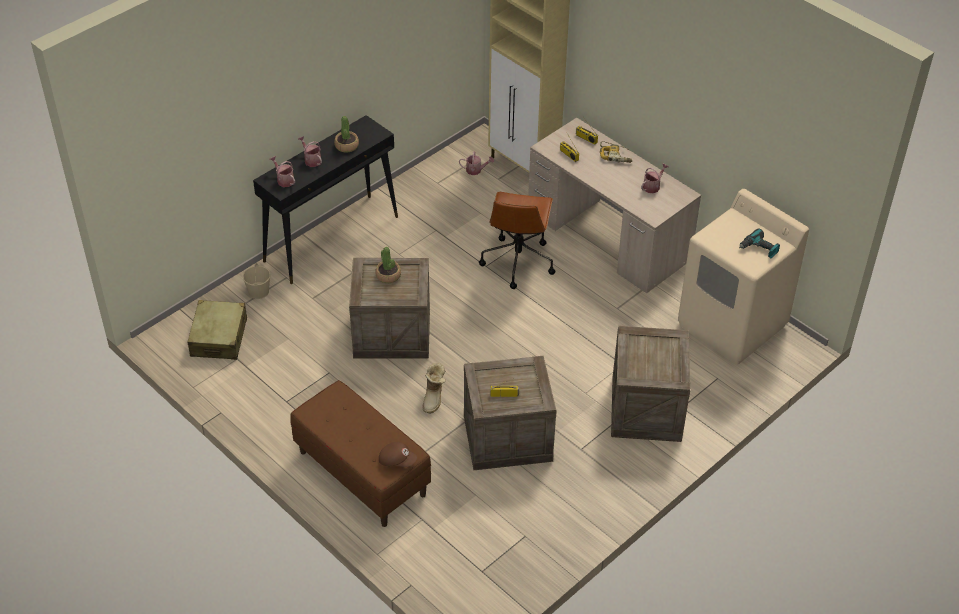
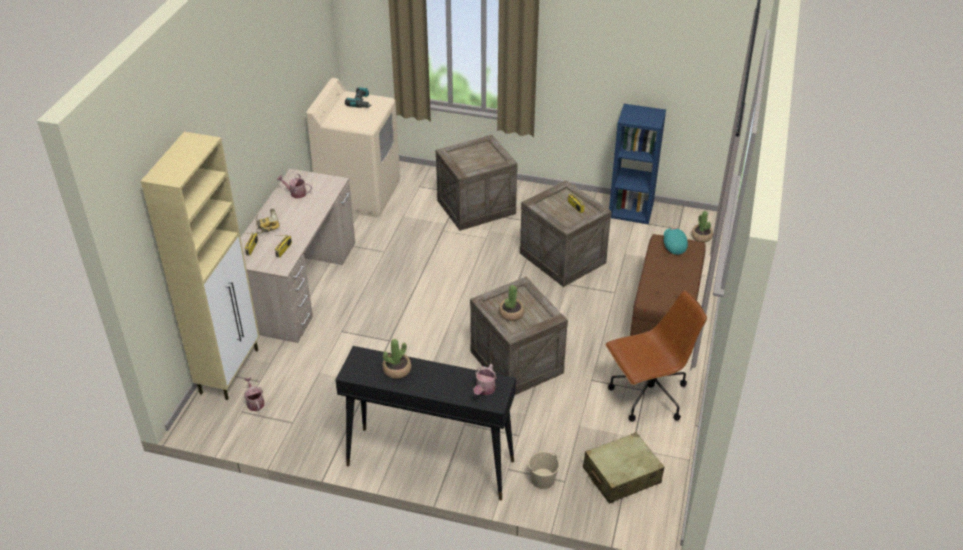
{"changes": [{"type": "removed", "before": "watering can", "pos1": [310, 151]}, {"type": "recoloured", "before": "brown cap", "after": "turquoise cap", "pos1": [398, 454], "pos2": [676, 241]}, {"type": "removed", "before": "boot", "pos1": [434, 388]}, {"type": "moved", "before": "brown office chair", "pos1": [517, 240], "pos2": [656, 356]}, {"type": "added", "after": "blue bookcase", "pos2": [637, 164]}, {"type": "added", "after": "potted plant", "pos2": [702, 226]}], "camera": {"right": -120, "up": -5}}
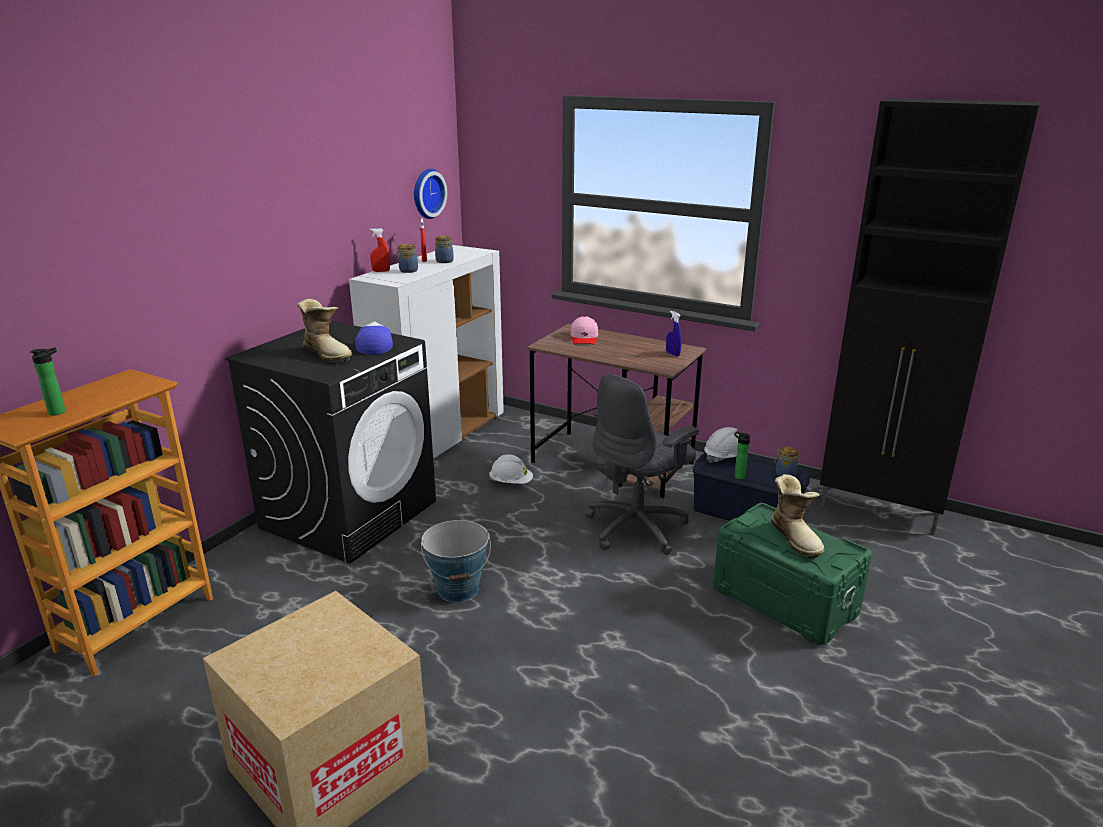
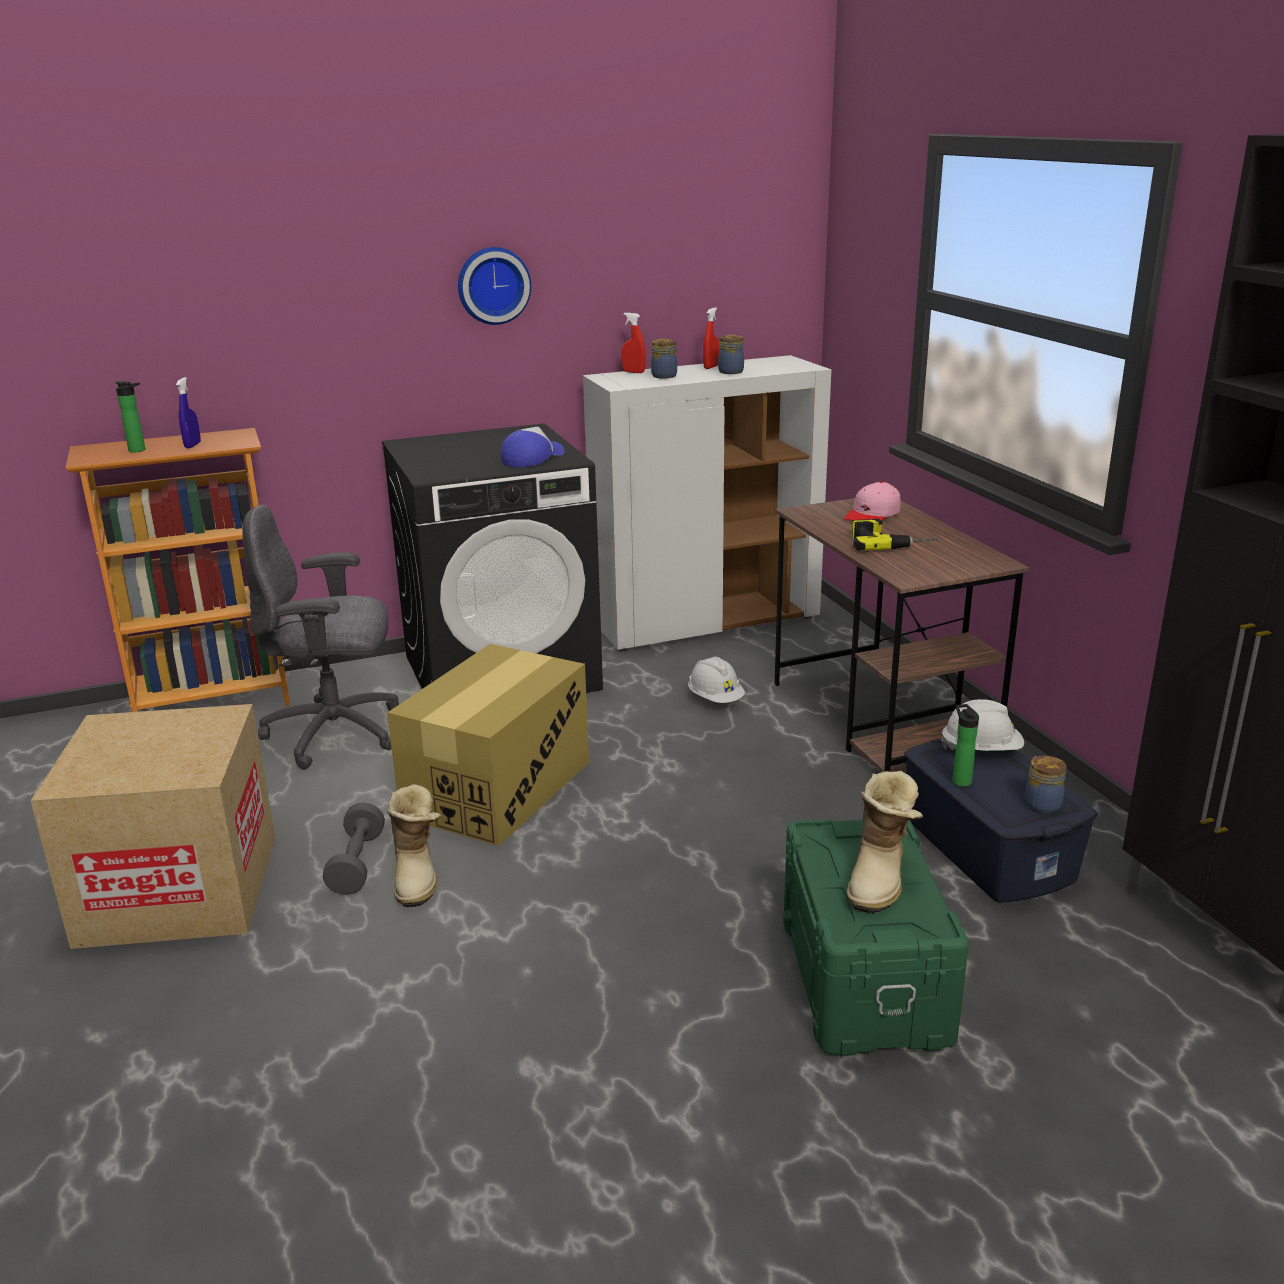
{"changes": [{"type": "moved", "before": "boot", "pos1": [324, 331], "pos2": [414, 845]}, {"type": "moved", "before": "wall clock", "pos1": [430, 194], "pos2": [494, 286]}, {"type": "replaced", "before": "bucket", "after": "cardboard box", "pos1": [456, 561], "pos2": [488, 745]}, {"type": "moved", "before": "grey office chair", "pos1": [642, 464], "pos2": [320, 637]}, {"type": "moved", "before": "blue spray bottle", "pos1": [674, 334], "pos2": [188, 412]}, {"type": "added", "after": "grey dumbbell", "pos2": [354, 848]}, {"type": "added", "after": "power drill", "pos2": [895, 535]}], "camera": {"right": 40, "up": 0}}
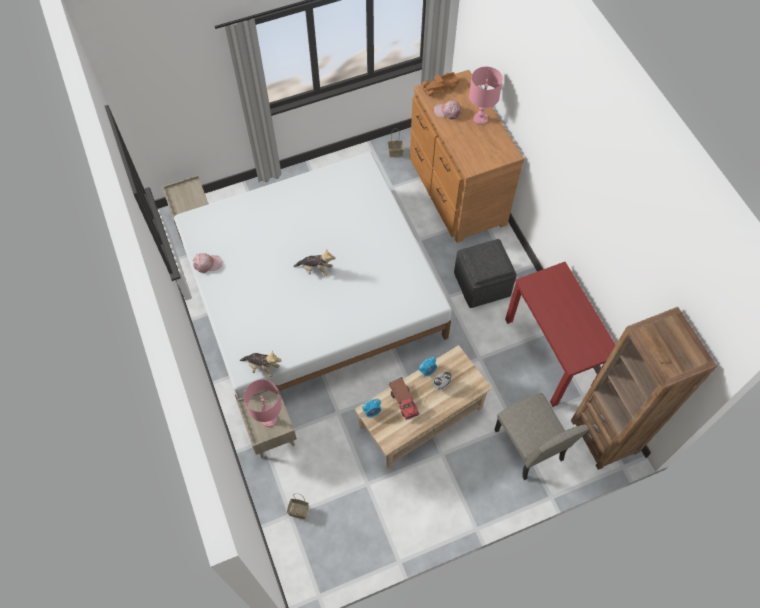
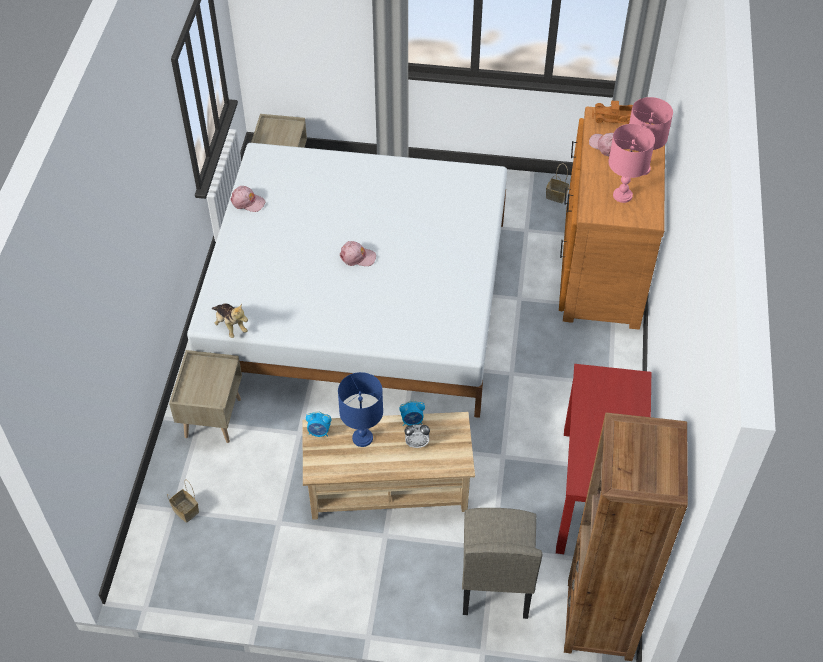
{"changes": [{"type": "moved", "before": "pink table lamp", "pos1": [263, 403], "pos2": [631, 163]}, {"type": "replaced", "before": "plush toy", "after": "pink cap", "pos1": [314, 263], "pos2": [358, 253]}, {"type": "replaced", "before": "toy truck", "after": "blue table lamp", "pos1": [404, 398], "pos2": [360, 409]}, {"type": "removed", "before": "grey ottoman", "pos1": [485, 273]}], "camera": {"right": 30, "up": -10}}
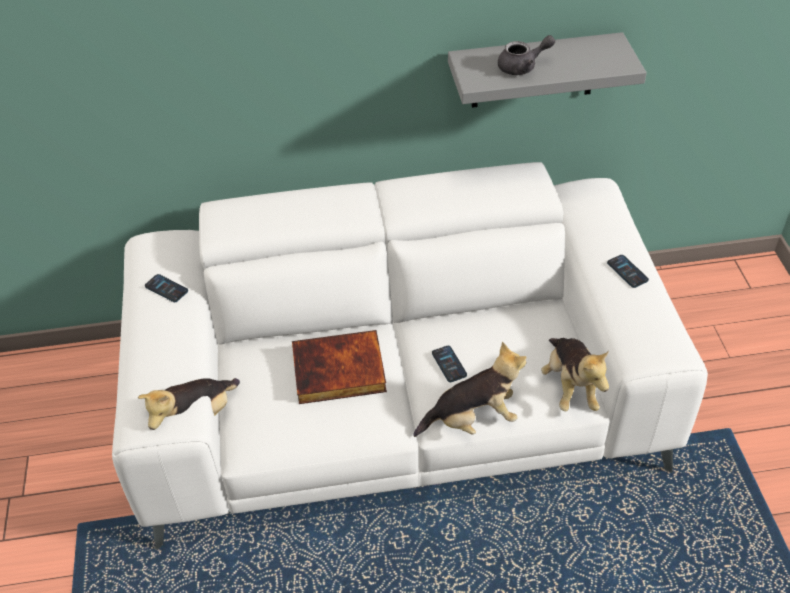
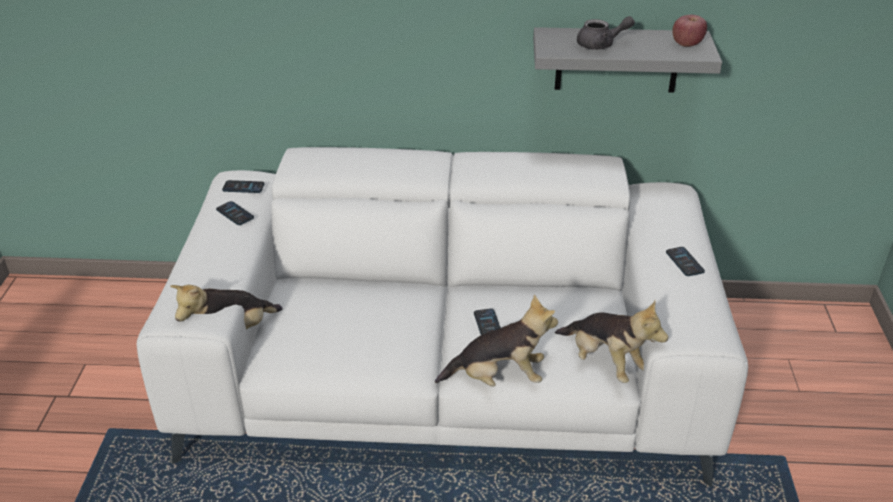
{"changes": [{"type": "removed", "before": "book", "pos1": [339, 367]}, {"type": "turned", "before": "plush toy", "pos1": [575, 374], "pos2": [611, 342], "turn": -45}, {"type": "added", "after": "phone", "pos2": [243, 186]}, {"type": "added", "after": "apple", "pos2": [689, 31]}], "camera": {"right": 10, "up": -10}}
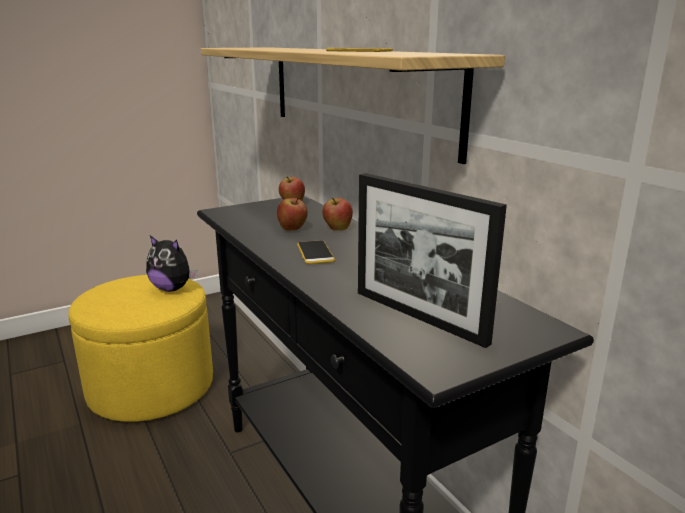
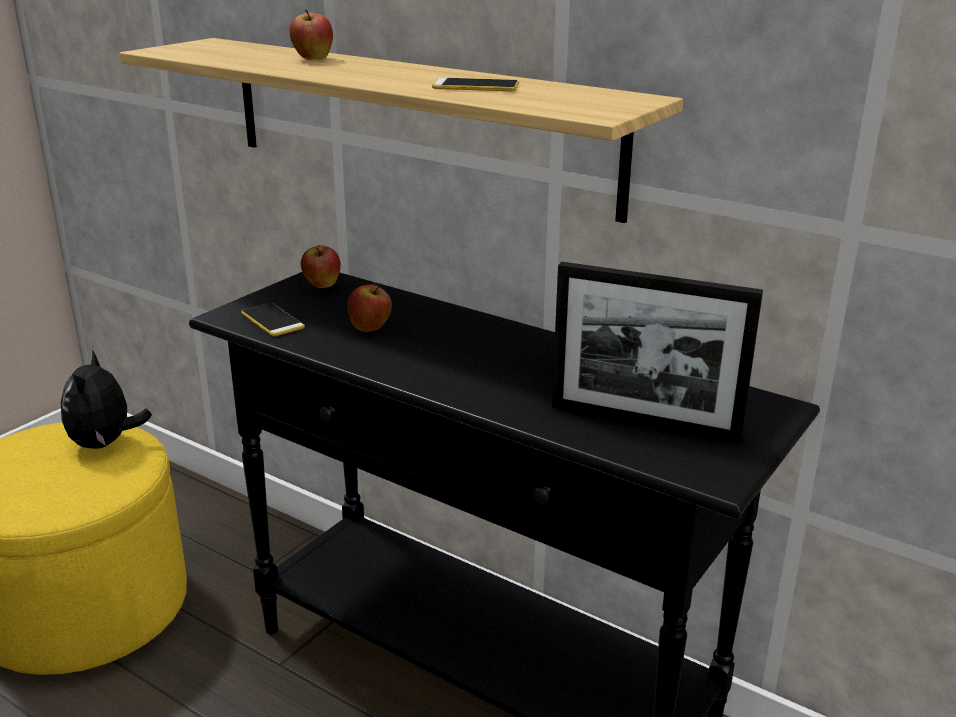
{"changes": [{"type": "turned", "before": "plush toy", "pos1": [172, 263], "pos2": [106, 399], "turn": 90}, {"type": "moved", "before": "phone", "pos1": [316, 252], "pos2": [273, 319]}, {"type": "moved", "before": "apple", "pos1": [338, 214], "pos2": [311, 34]}], "camera": {"right": -25, "up": 5}}
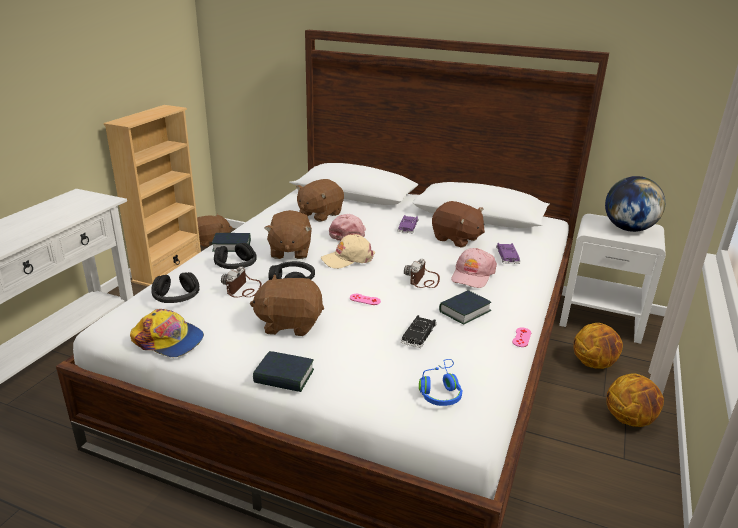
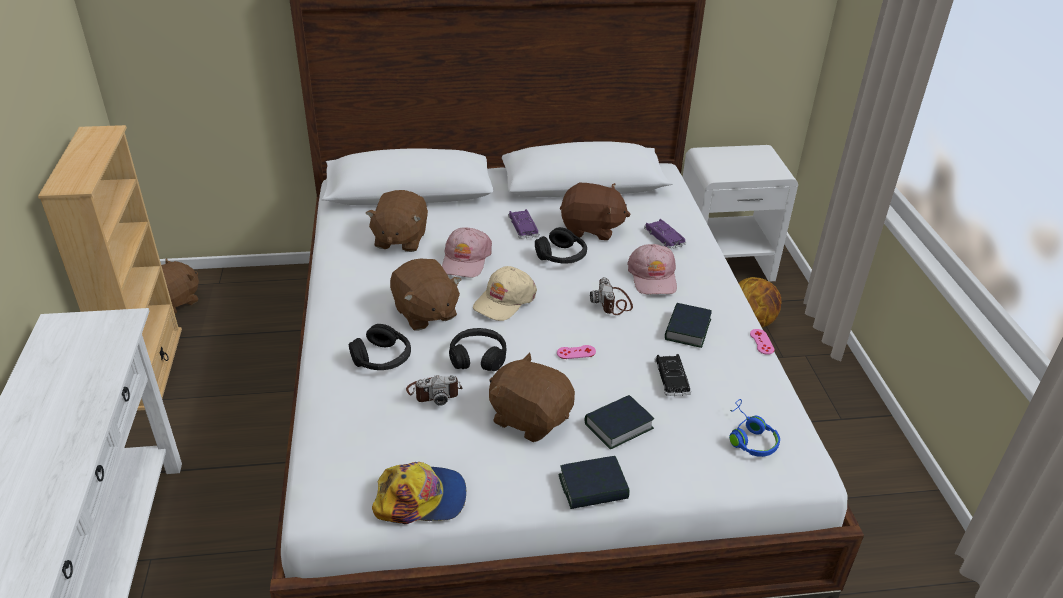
{"changes": [{"type": "moved", "before": "black headphones", "pos1": [175, 287], "pos2": [561, 245]}, {"type": "moved", "before": "book", "pos1": [231, 242], "pos2": [619, 422]}, {"type": "turned", "before": "photo camera", "pos1": [241, 282], "pos2": [434, 390], "turn": -90}, {"type": "turned", "before": "brown plush toy", "pos1": [287, 305], "pos2": [532, 397], "turn": 60}, {"type": "turned", "before": "pink cap", "pos1": [347, 227], "pos2": [467, 252], "turn": -150}, {"type": "removed", "before": "globe", "pos1": [635, 204]}, {"type": "removed", "before": "basketball", "pos1": [635, 400]}], "camera": {"right": -30, "up": 10}}
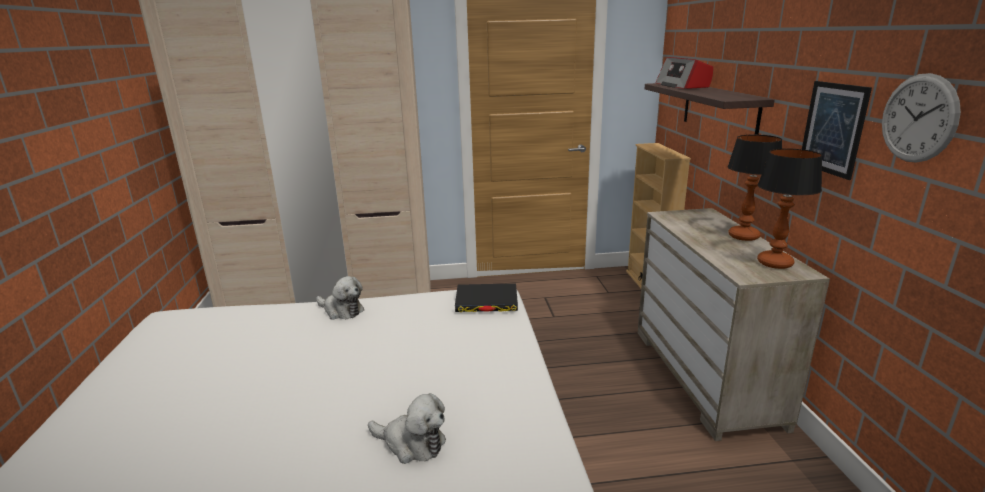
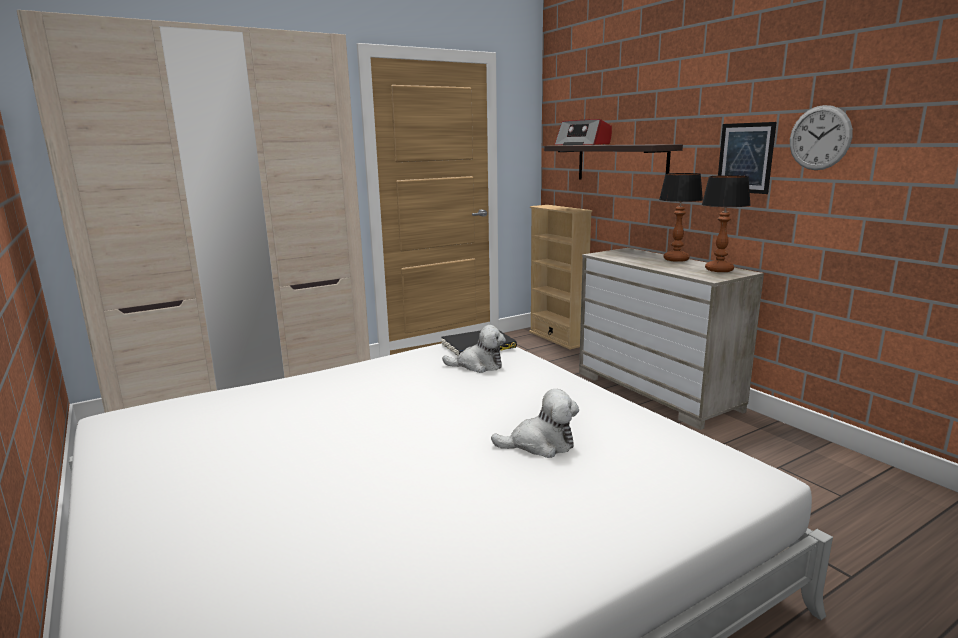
{"changes": [{"type": "moved", "before": "plush toy", "pos1": [340, 298], "pos2": [474, 349]}], "camera": {"right": -25, "up": -5}}
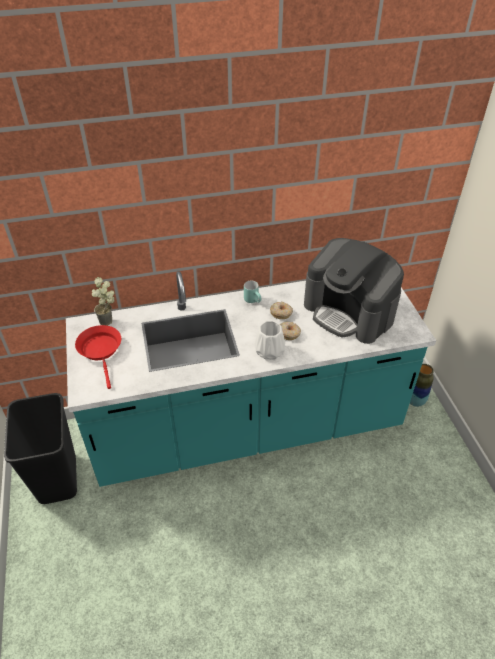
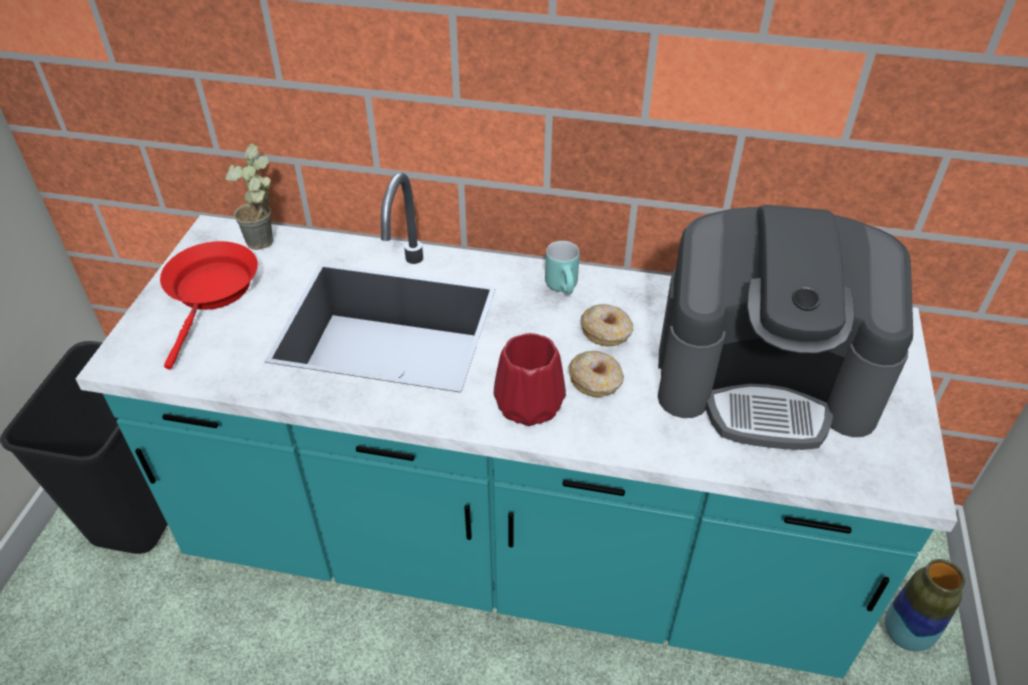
{"changes": [{"type": "recoloured", "before": "white vase", "after": "red vase", "pos1": [270, 340], "pos2": [530, 379]}, {"type": "turned", "before": "coffee machine", "pos1": [354, 291], "pos2": [785, 327], "turn": -60}], "camera": {"right": 25, "up": 0}}
